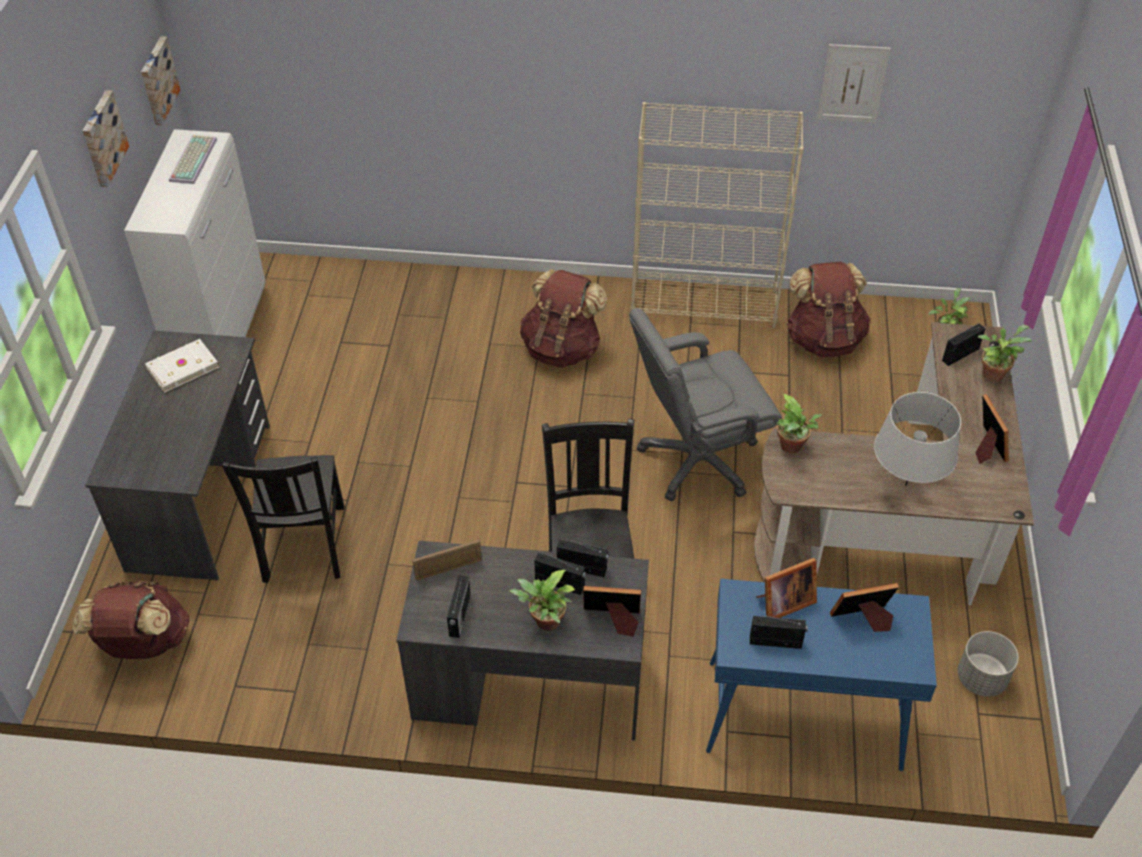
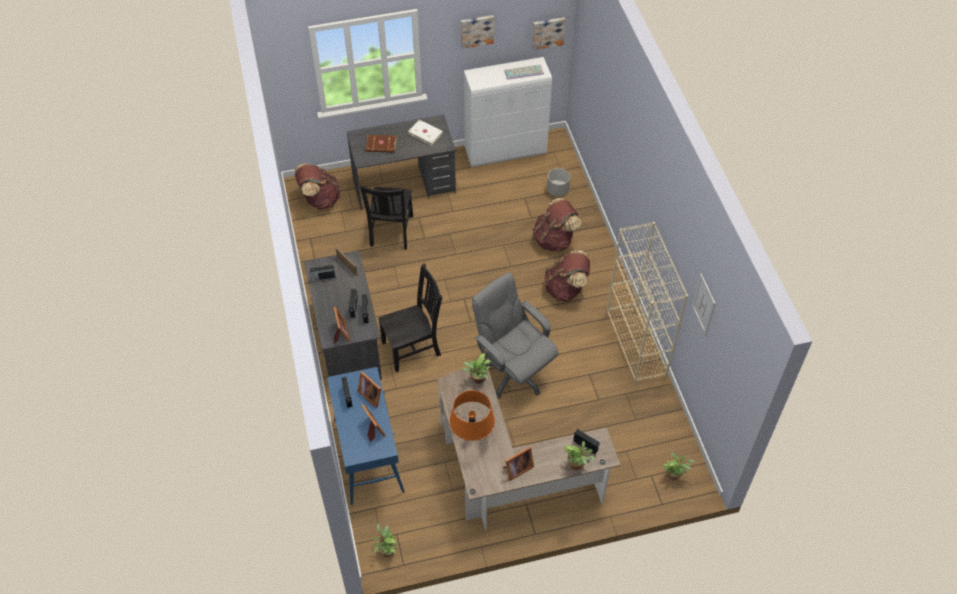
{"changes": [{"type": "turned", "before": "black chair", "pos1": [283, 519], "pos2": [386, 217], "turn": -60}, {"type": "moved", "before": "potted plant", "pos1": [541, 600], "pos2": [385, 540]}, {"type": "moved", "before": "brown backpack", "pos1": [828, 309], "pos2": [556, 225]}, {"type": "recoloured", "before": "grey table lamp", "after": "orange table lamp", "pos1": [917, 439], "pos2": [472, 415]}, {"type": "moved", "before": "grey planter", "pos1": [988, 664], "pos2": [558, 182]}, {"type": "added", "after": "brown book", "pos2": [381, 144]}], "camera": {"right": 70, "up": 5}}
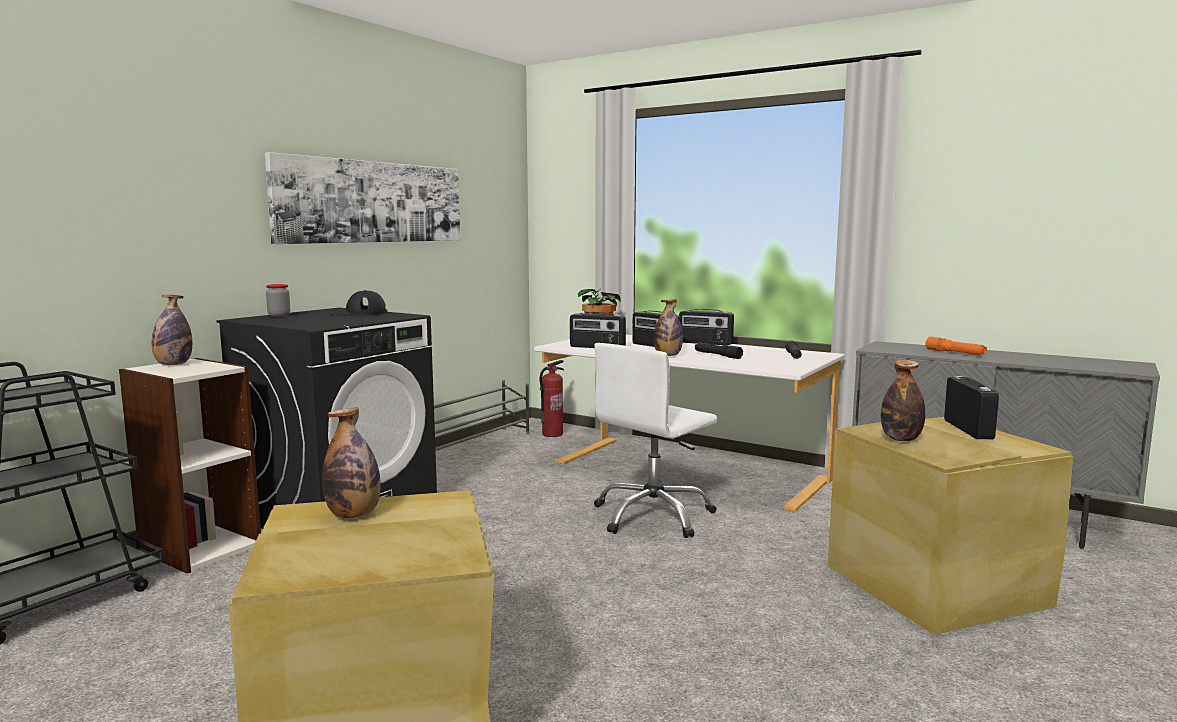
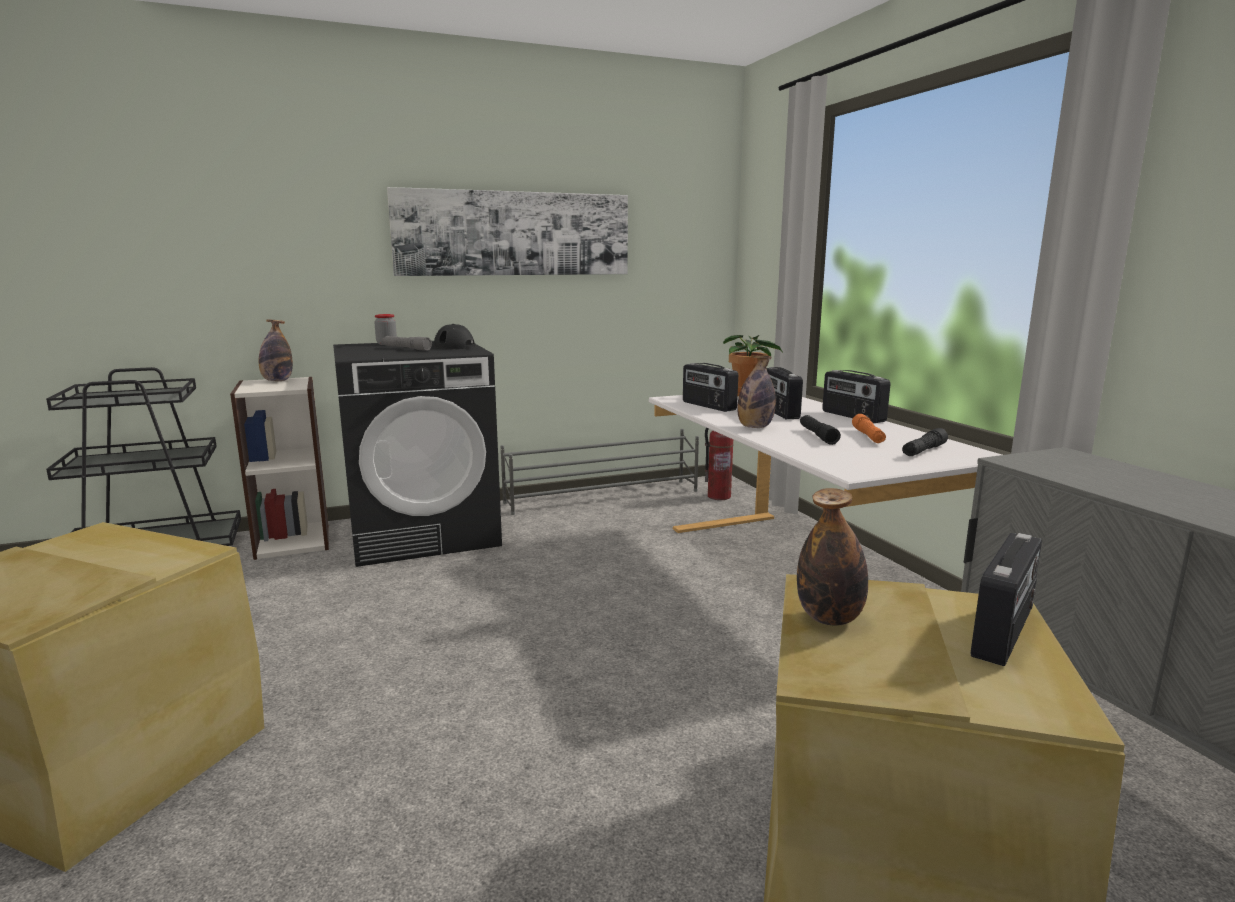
{"changes": [{"type": "removed", "before": "bottle", "pos1": [351, 462]}, {"type": "removed", "before": "white office chair", "pos1": [656, 440]}, {"type": "moved", "before": "orange flashlight", "pos1": [956, 346], "pos2": [869, 428]}, {"type": "added", "after": "grey flashlight", "pos2": [407, 343]}], "camera": {"right": 35, "up": 5}}
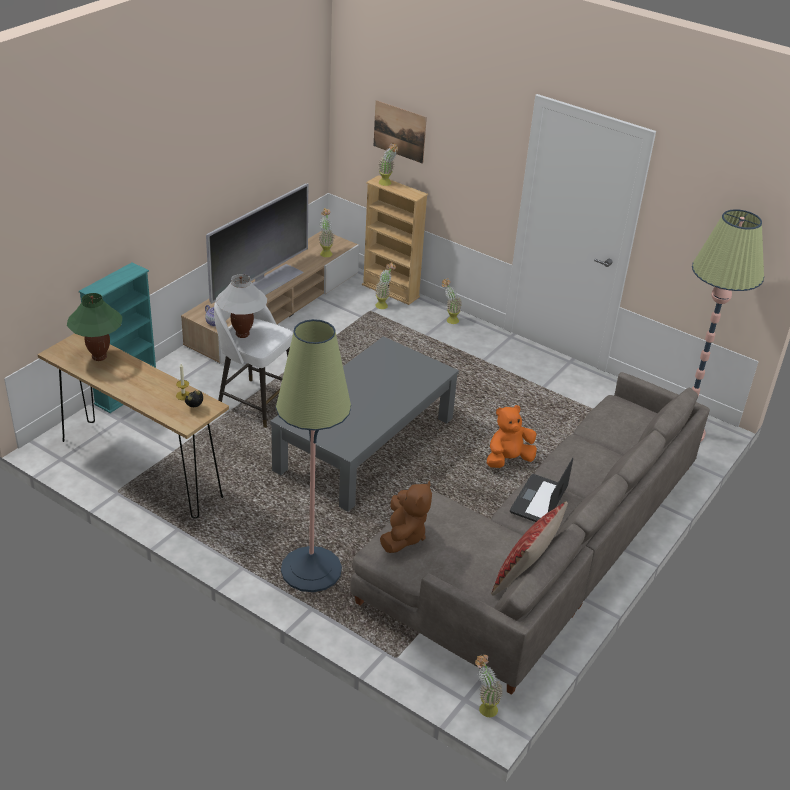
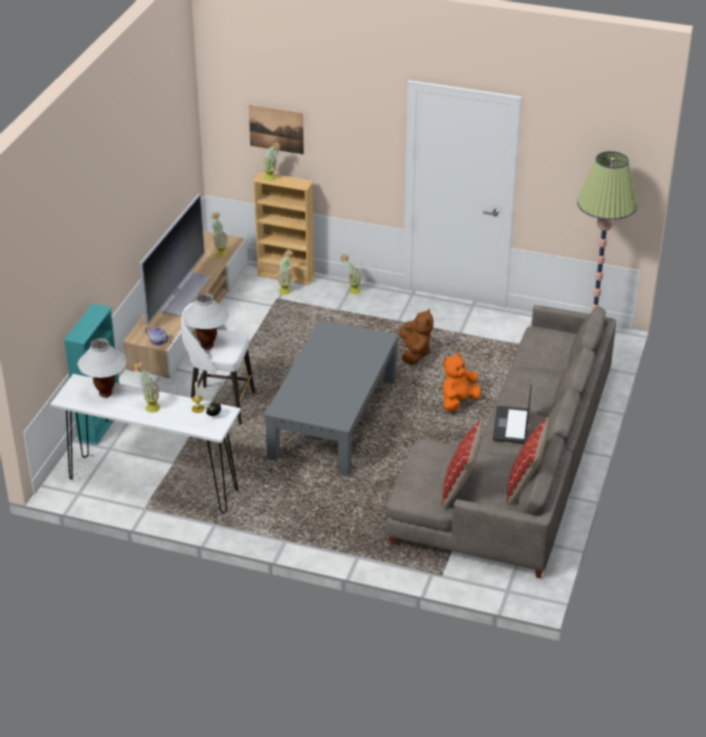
{"changes": [{"type": "recoloured", "before": "brown console table", "after": "white console table", "pos1": [133, 425], "pos2": [145, 443]}, {"type": "recoloured", "before": "green table lamp", "after": "white table lamp", "pos1": [94, 327], "pos2": [102, 368]}, {"type": "removed", "before": "floor lamp", "pos1": [313, 455]}, {"type": "moved", "before": "brown plush toy", "pos1": [406, 517], "pos2": [416, 336]}, {"type": "moved", "before": "potted plant", "pos1": [489, 685], "pos2": [146, 387]}, {"type": "added", "after": "pillow", "pos2": [462, 463]}], "camera": {"right": -15, "up": 0}}
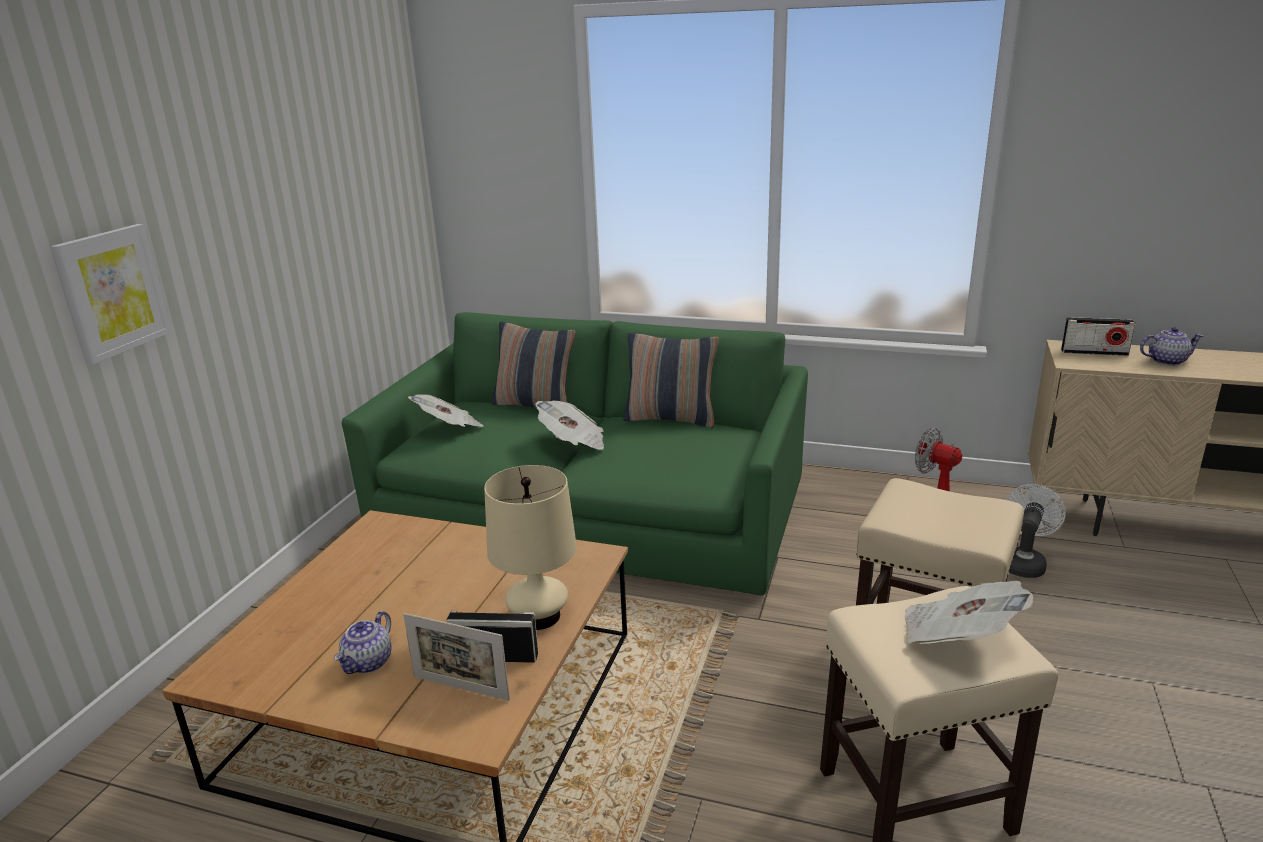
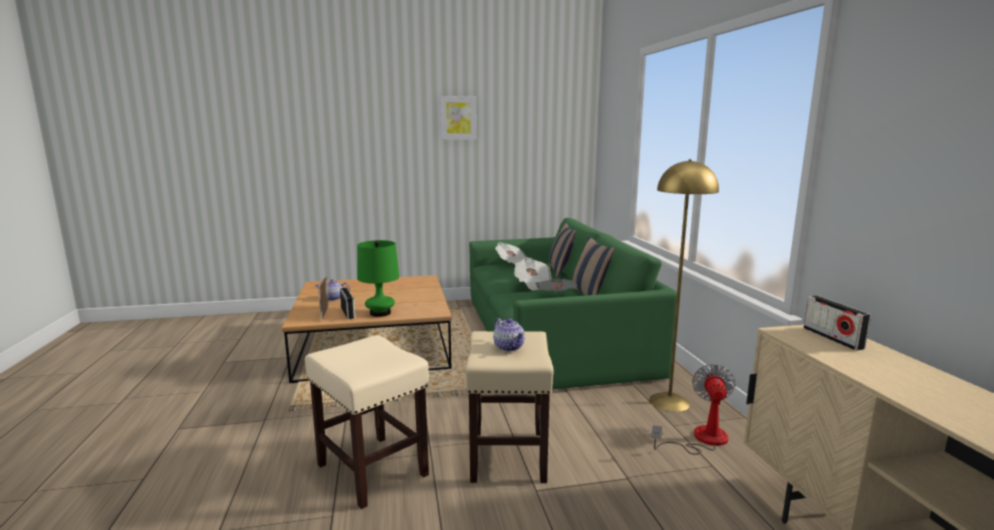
{"changes": [{"type": "moved", "before": "picture", "pos1": [111, 294], "pos2": [458, 118]}, {"type": "recoloured", "before": "beige table lamp", "after": "green table lamp", "pos1": [530, 547], "pos2": [378, 278]}, {"type": "moved", "before": "newspaper", "pos1": [969, 612], "pos2": [556, 285]}, {"type": "removed", "before": "white fan", "pos1": [1036, 531]}, {"type": "moved", "before": "teapot", "pos1": [1171, 346], "pos2": [509, 334]}, {"type": "added", "after": "yellow floor lamp", "pos2": [684, 285]}], "camera": {"right": 60, "up": -10}}
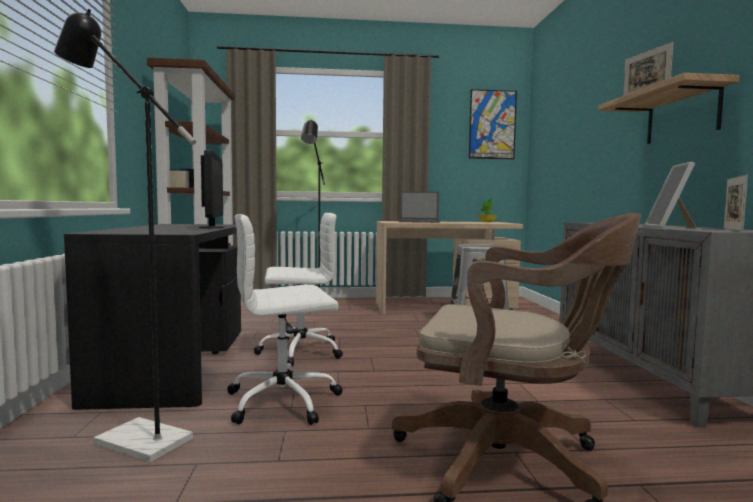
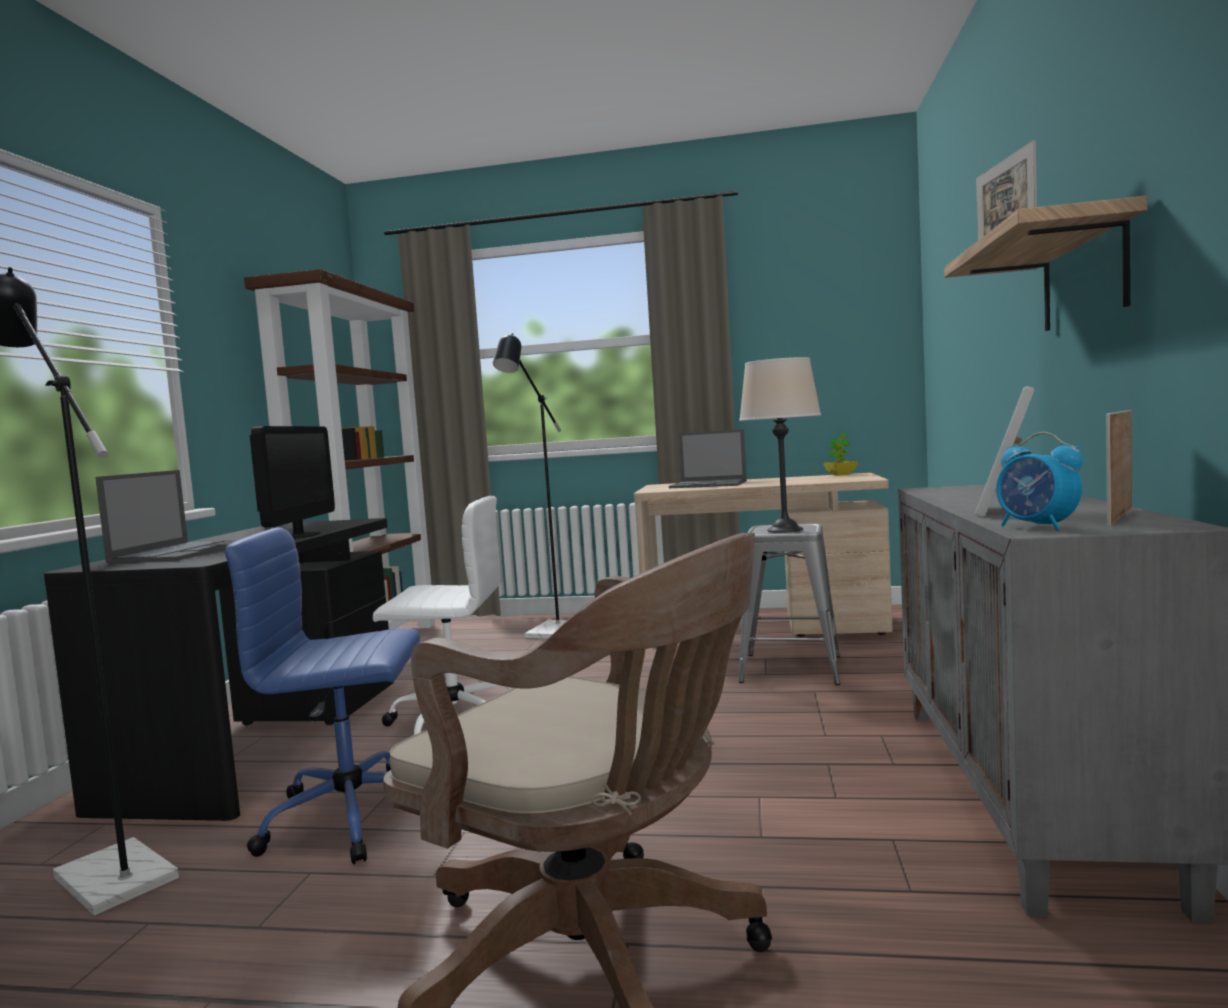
{"changes": [{"type": "recoloured", "before": "white office chair", "after": "blue office chair", "pos1": [285, 319], "pos2": [322, 695]}, {"type": "removed", "before": "picture", "pos1": [493, 124]}, {"type": "added", "after": "laptop", "pos2": [165, 516]}, {"type": "added", "after": "beige table lamp", "pos2": [780, 445]}, {"type": "added", "after": "alarm clock", "pos2": [1039, 481]}], "camera": {"right": 15, "up": 0}}
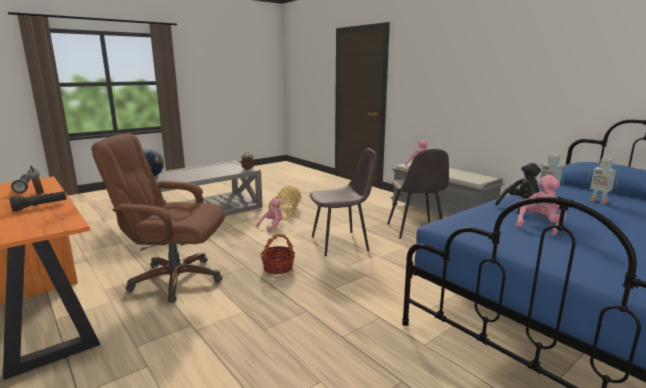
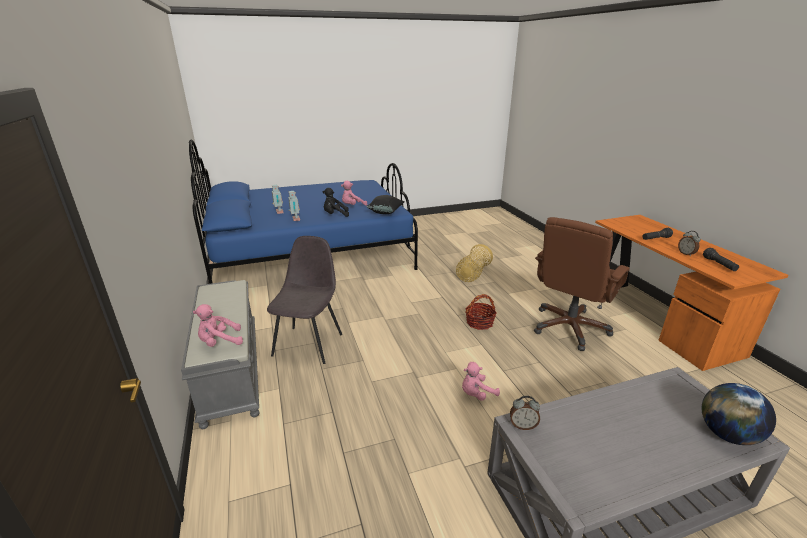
{"changes": [{"type": "turned", "before": "brown office chair", "pos1": [158, 217], "pos2": [582, 284], "turn": 105}, {"type": "moved", "before": "basket", "pos1": [285, 203], "pos2": [474, 263]}, {"type": "removed", "before": "grey chair", "pos1": [343, 202]}, {"type": "added", "after": "black pillow", "pos2": [385, 204]}], "camera": {"right": -160, "up": 10}}
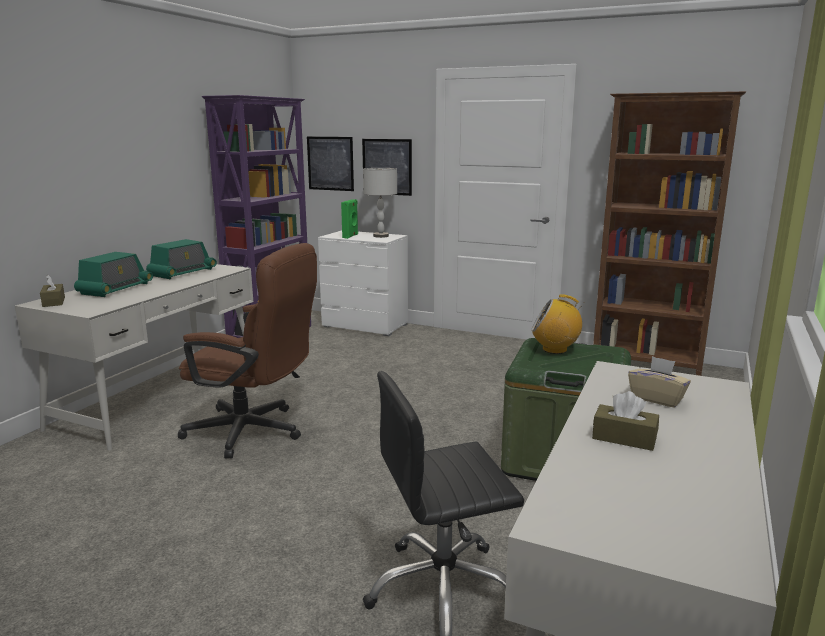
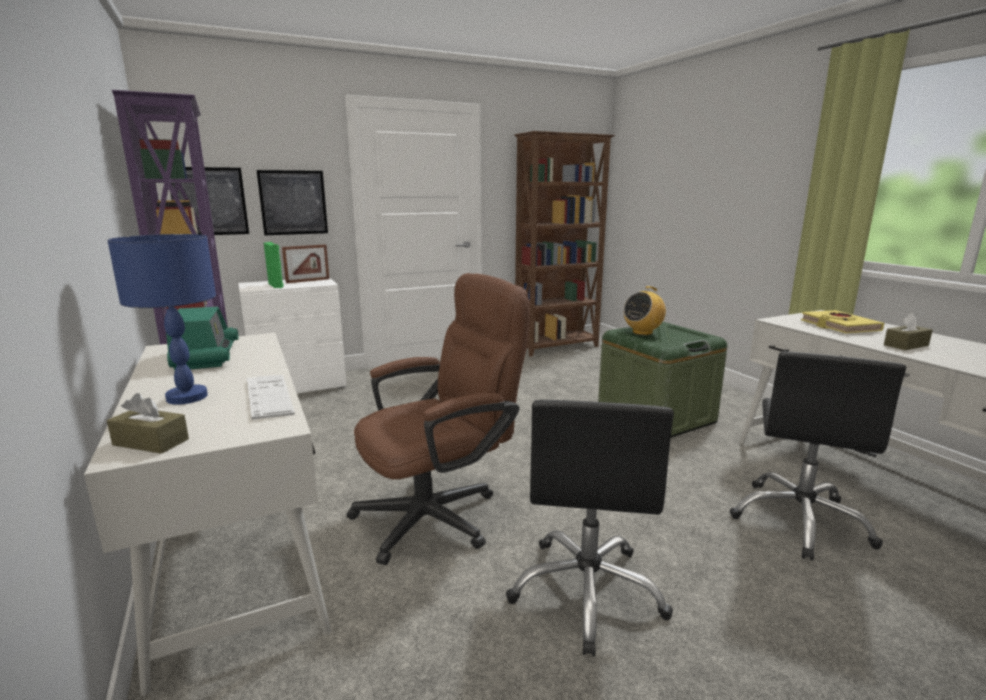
{"changes": [{"type": "replaced", "before": "radio", "after": "blue table lamp", "pos1": [113, 274], "pos2": [161, 319]}, {"type": "replaced", "before": "grey table lamp", "after": "picture frame", "pos1": [380, 203], "pos2": [305, 263]}, {"type": "replaced", "before": "beige tissue box", "after": "yellow book", "pos1": [659, 382], "pos2": [842, 321]}, {"type": "added", "after": "keyboard", "pos2": [271, 397]}, {"type": "added", "after": "black office chair", "pos2": [590, 528]}], "camera": {"right": -50, "up": 0}}
